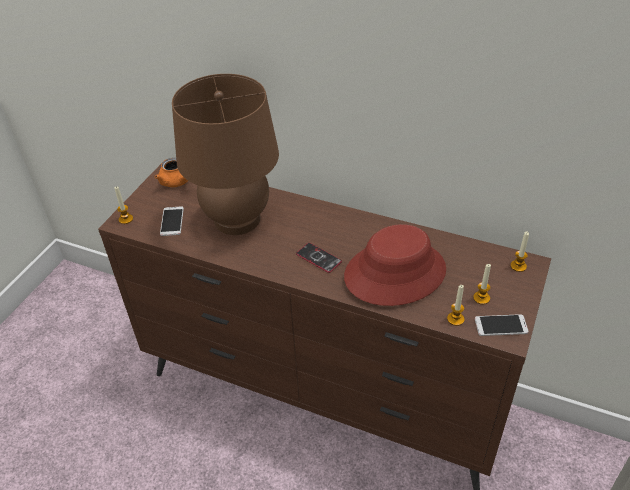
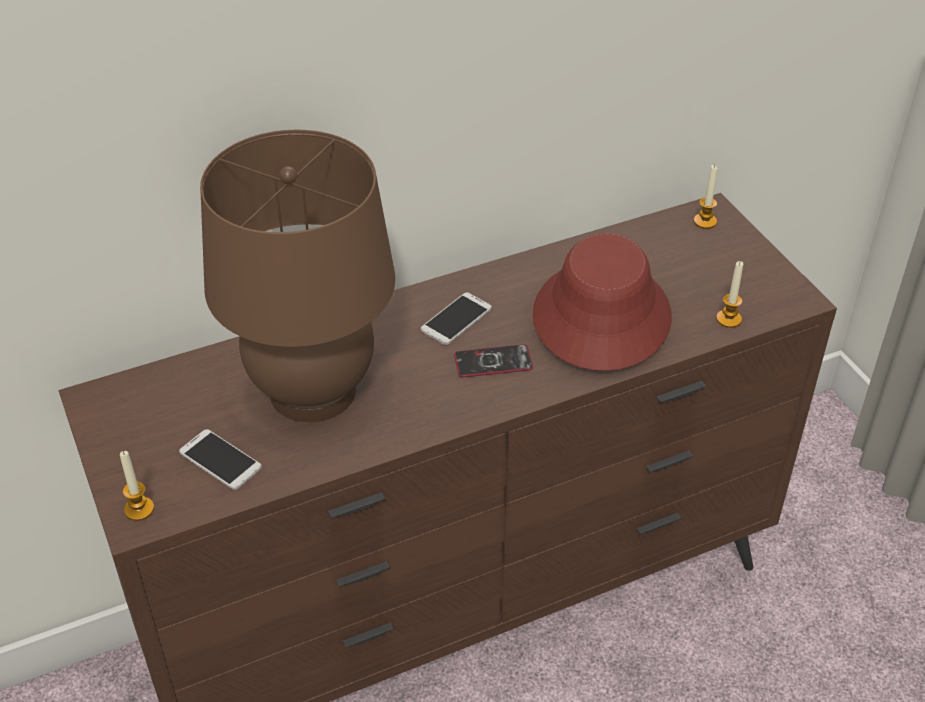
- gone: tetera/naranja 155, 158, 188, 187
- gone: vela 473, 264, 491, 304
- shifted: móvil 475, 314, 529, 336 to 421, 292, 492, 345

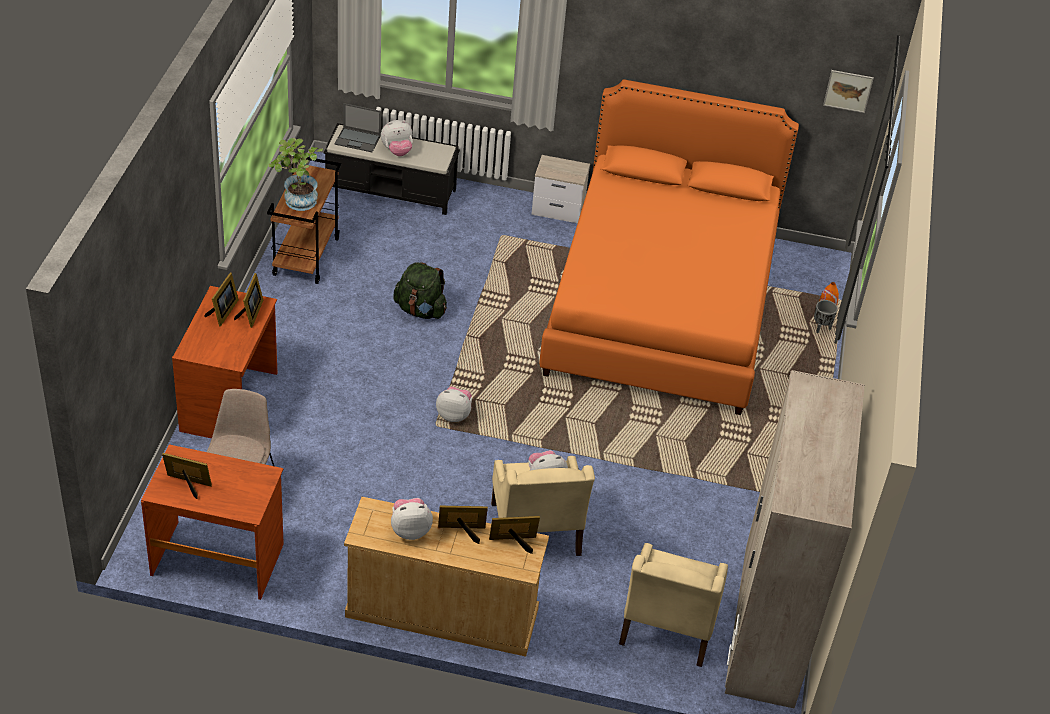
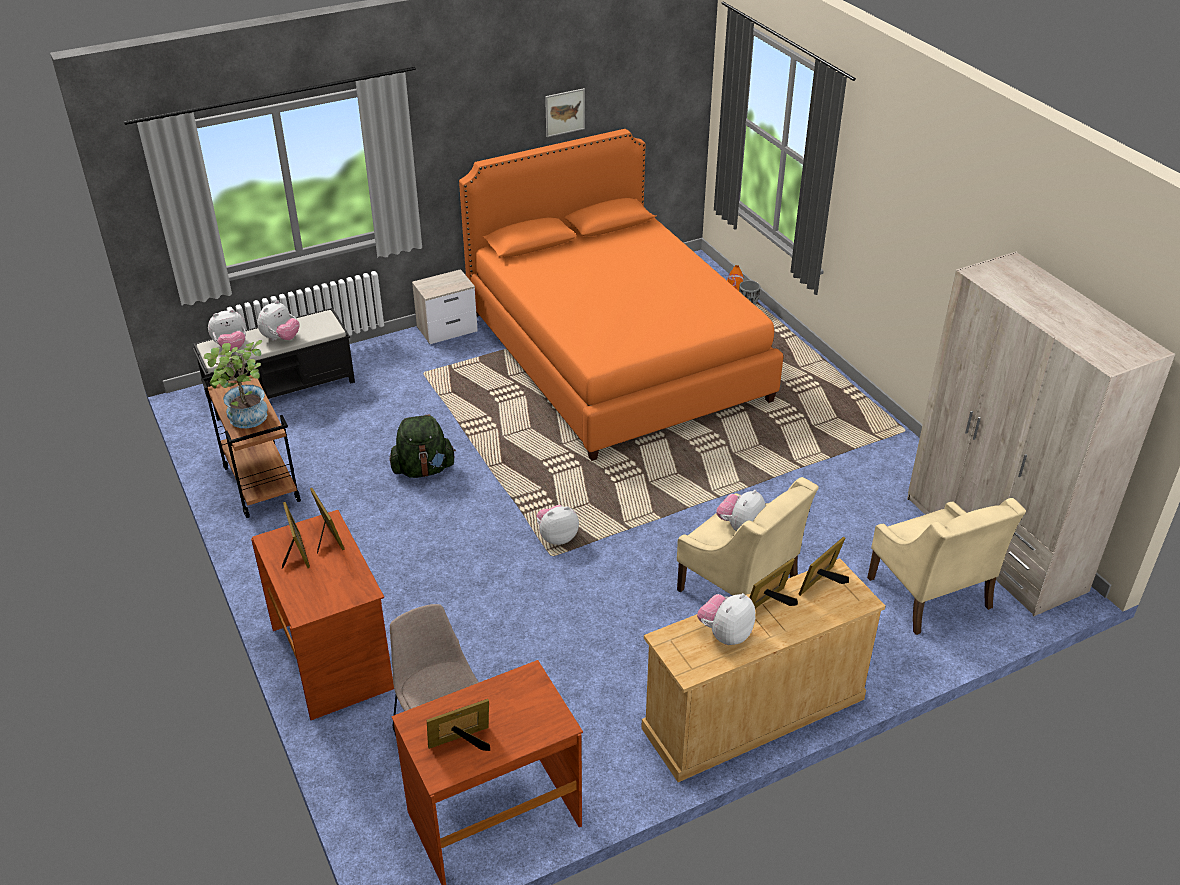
- shifted: cuadro 823, 70, 874, 113 to 545, 88, 585, 137
- swapped: portátil 334, 103, 381, 152 to peluche 208, 309, 246, 351

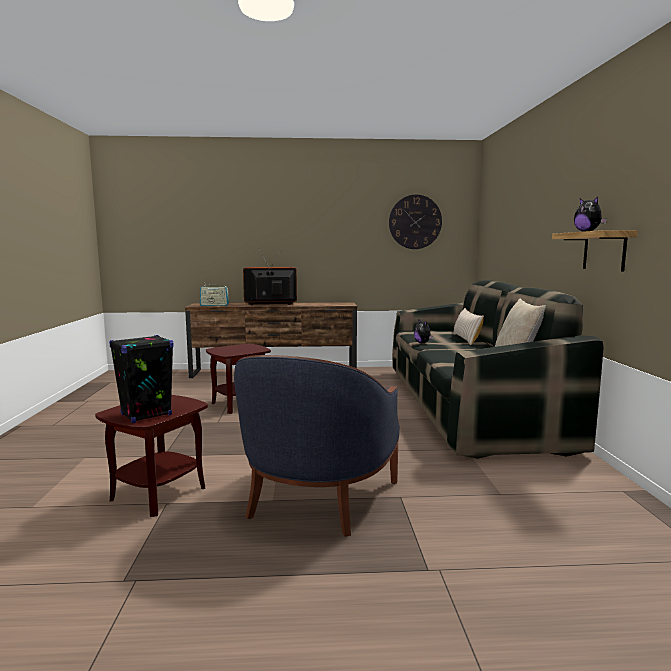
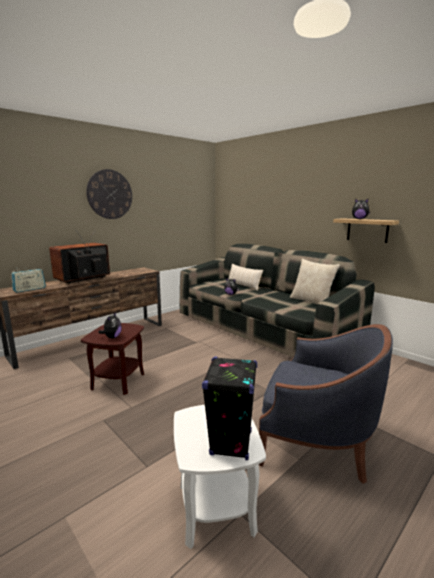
- new: peluche 98, 312, 122, 338
- shifted: reloj de pared 389, 195, 442, 249 to 86, 169, 132, 219
- repainted: mesa auxiliar/marrón 95, 395, 208, 517 to mesa auxiliar/blanco 174, 405, 266, 549
- rotated: sillón/azul 234, 355, 400, 537 = 259, 324, 393, 484 45 degrees counterclockwise

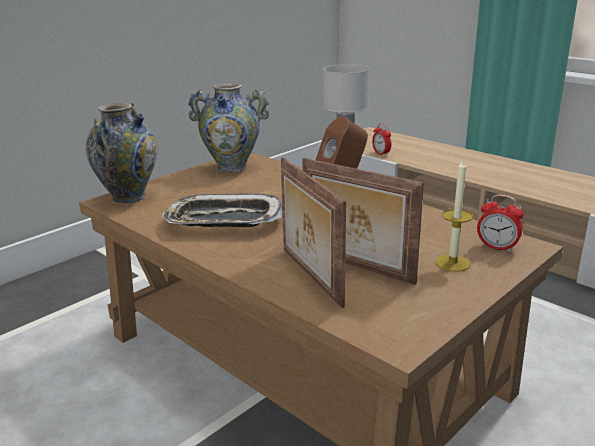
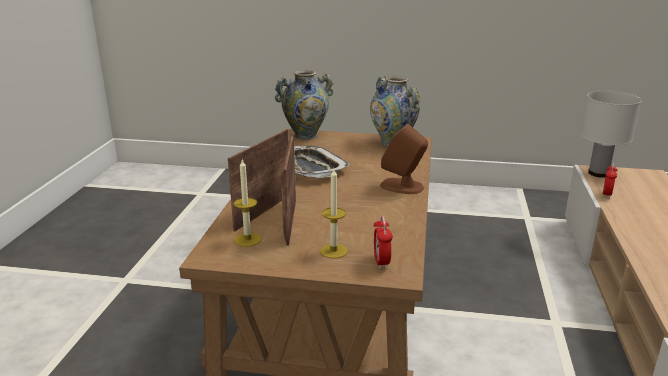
- new: vela 233, 160, 261, 247

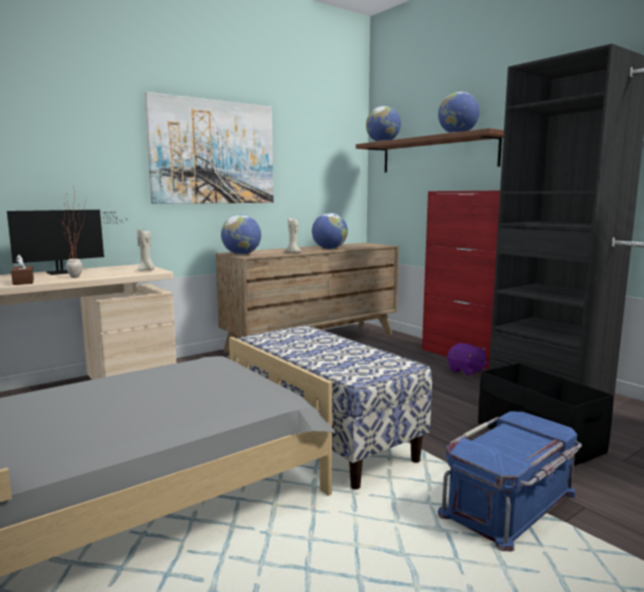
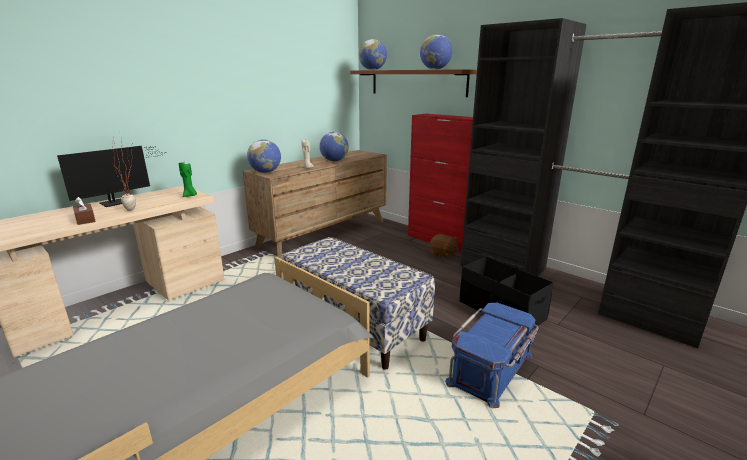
- gone: cuadro 144, 92, 273, 204
- repainted: vela/beis 137, 229, 155, 270 to vela/verde 179, 162, 197, 197
- repainted: peluche/morado 447, 343, 487, 376 to peluche/marrón 430, 234, 459, 259

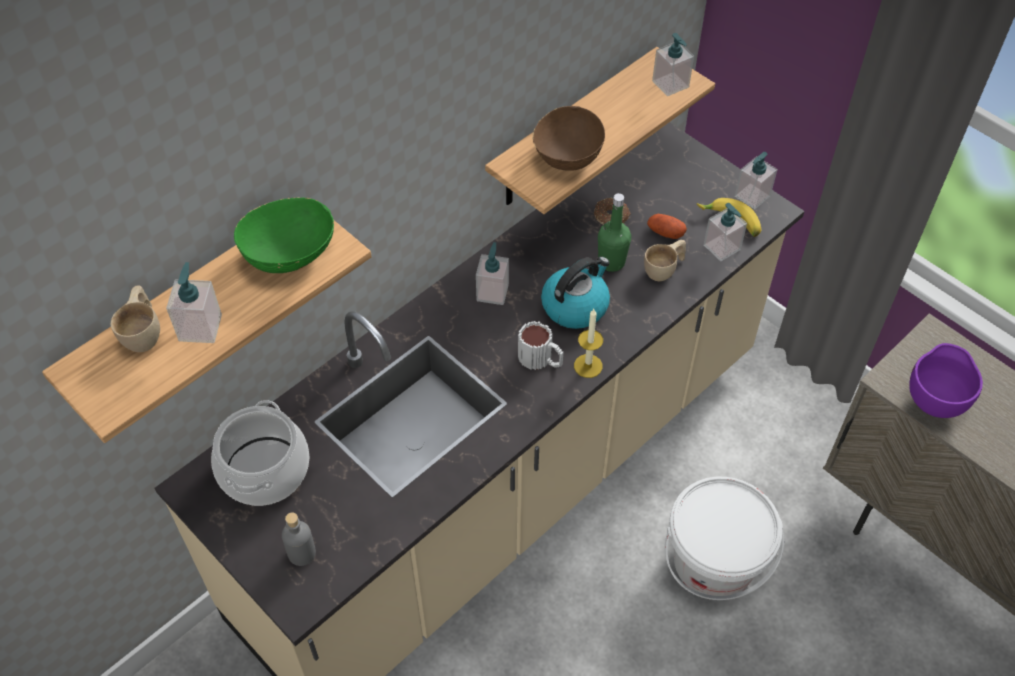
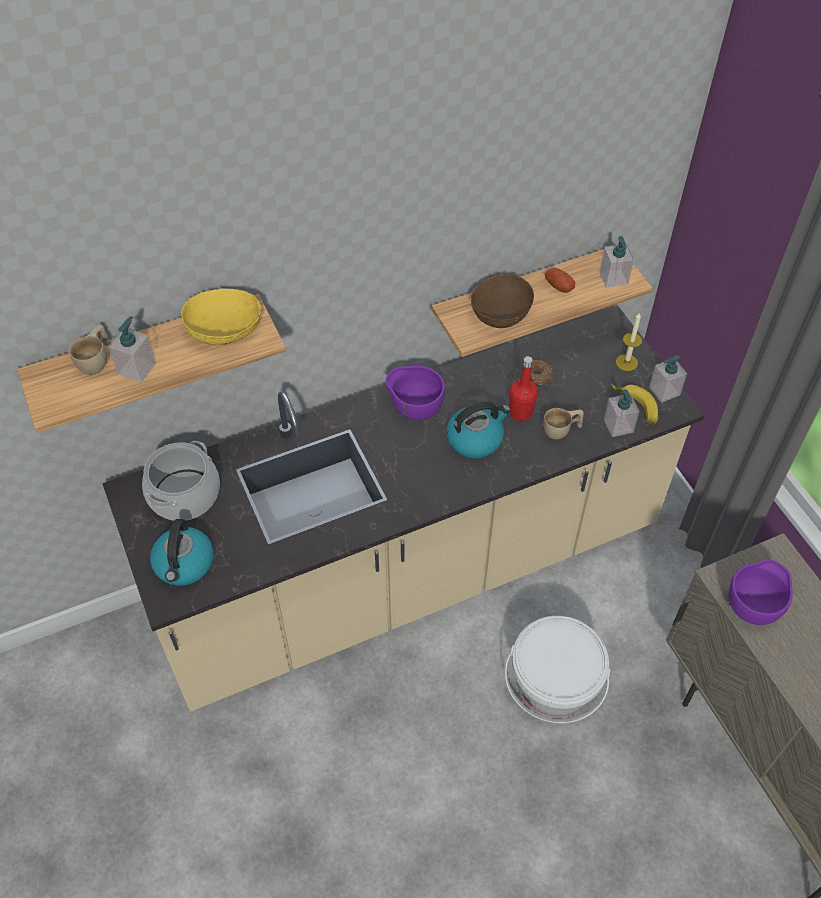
- gone: taza grande 518, 321, 563, 370
- shifted: vela 574, 309, 603, 378 to 616, 312, 642, 371
- shifted: patata 647, 214, 687, 239 to 545, 268, 575, 293
- swapped: botella/gris 282, 512, 316, 566 to hervidor 150, 519, 214, 586
- swapped: dispensador de jabón 476, 242, 509, 305 to cuenco/morado 385, 366, 445, 420
- repainted: cuenco/verde 234, 197, 334, 273 to cuenco/amarillo 181, 289, 261, 345
- repainted: botella/verde 598, 193, 631, 272 to botella/rojo 509, 356, 538, 421

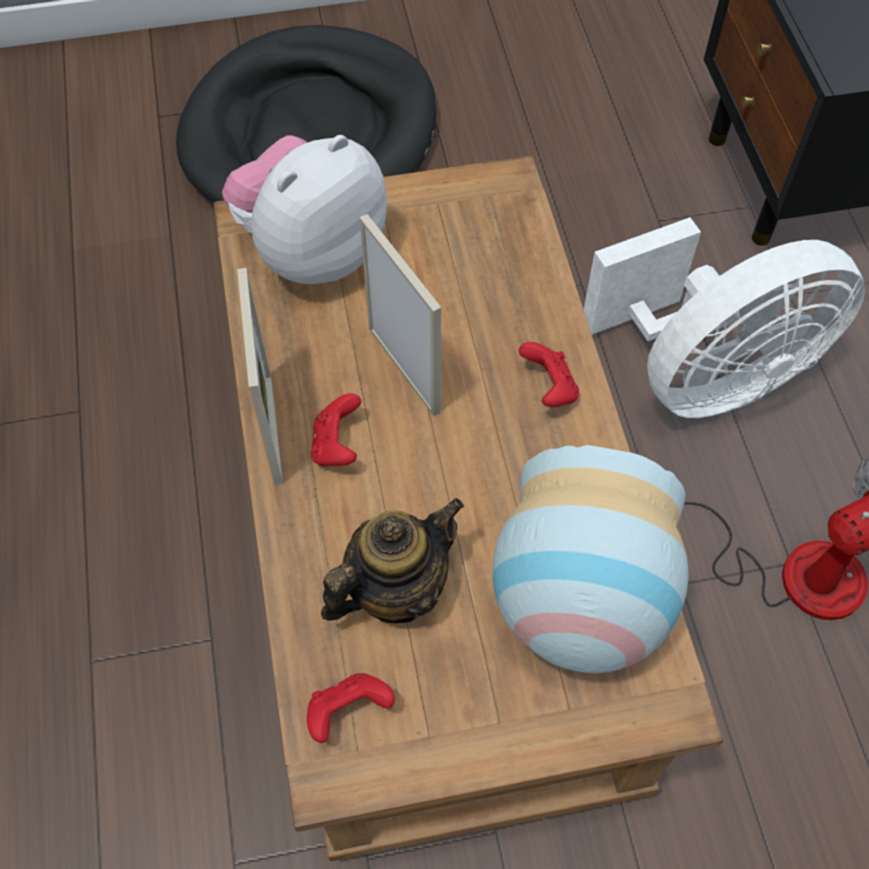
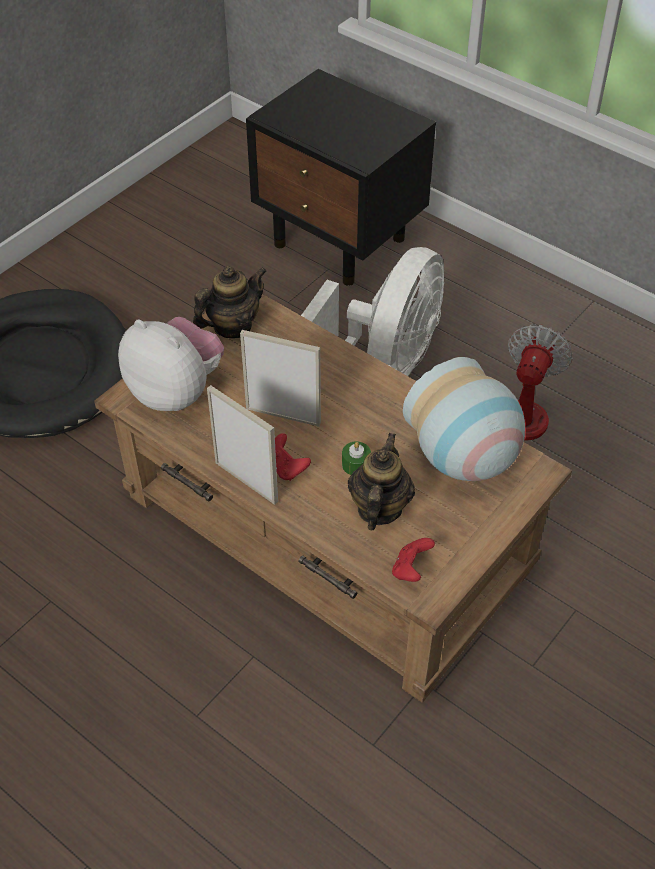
- gone: mando de consola/rojo 519, 342, 579, 407
- new: tetera 193, 266, 267, 338
- new: vela/verde 342, 441, 371, 475
- rotated: peluche 222, 135, 387, 284 = 118, 317, 224, 411 120 degrees clockwise

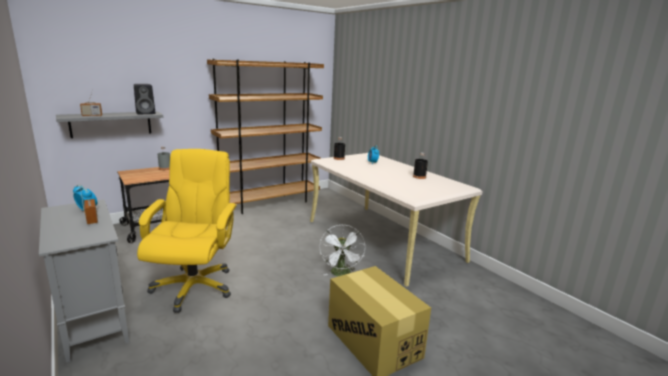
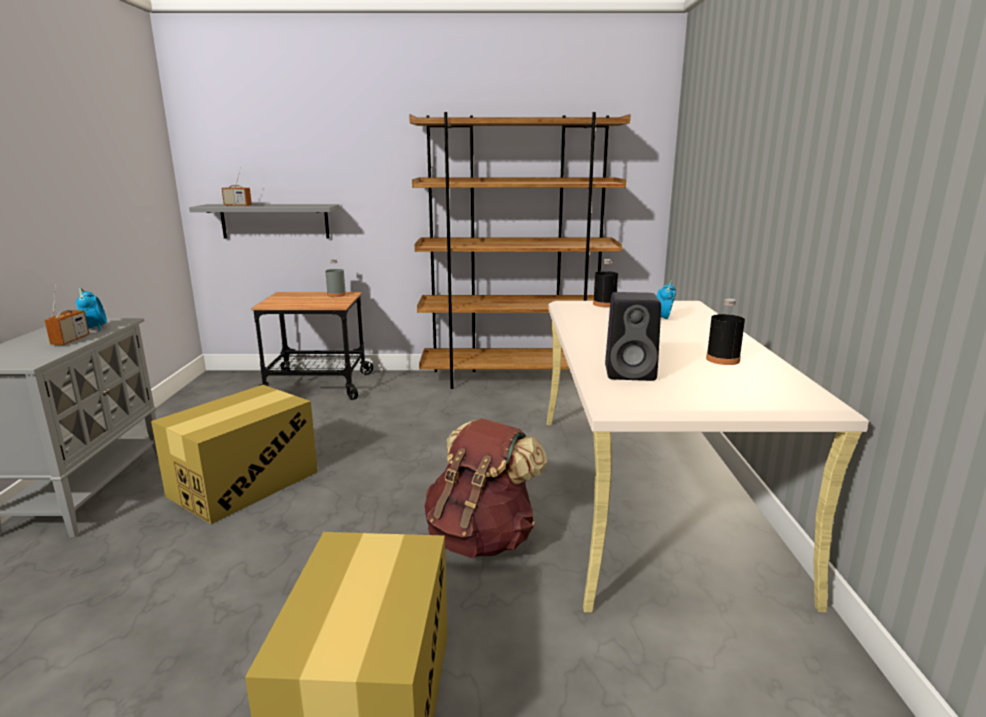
- shifted: altavoz/negro 134, 84, 155, 114 to 605, 292, 661, 381
- swapped: silla de oficina/amarillo 137, 149, 237, 313 to caja de cartón 151, 385, 318, 524
- swapped: ventilador/blanco 319, 224, 365, 276 to mochila/marrón 424, 418, 547, 558

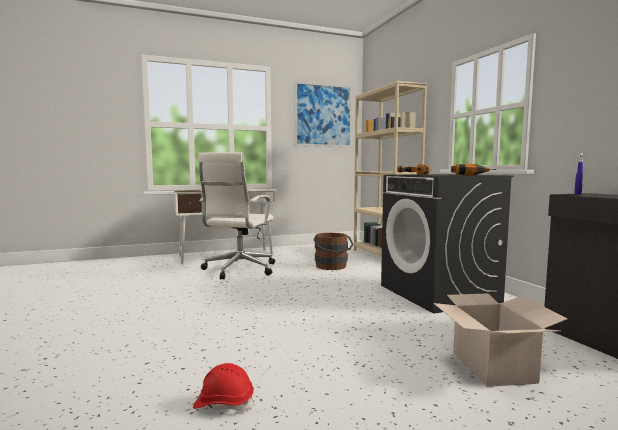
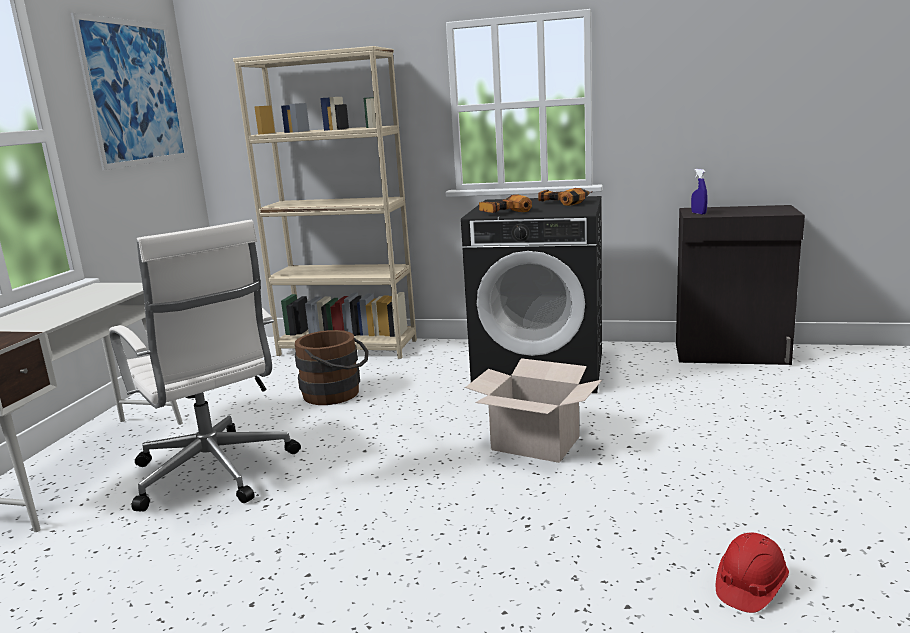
- shifted: caja de cartón 433, 293, 568, 387 to 465, 358, 602, 463

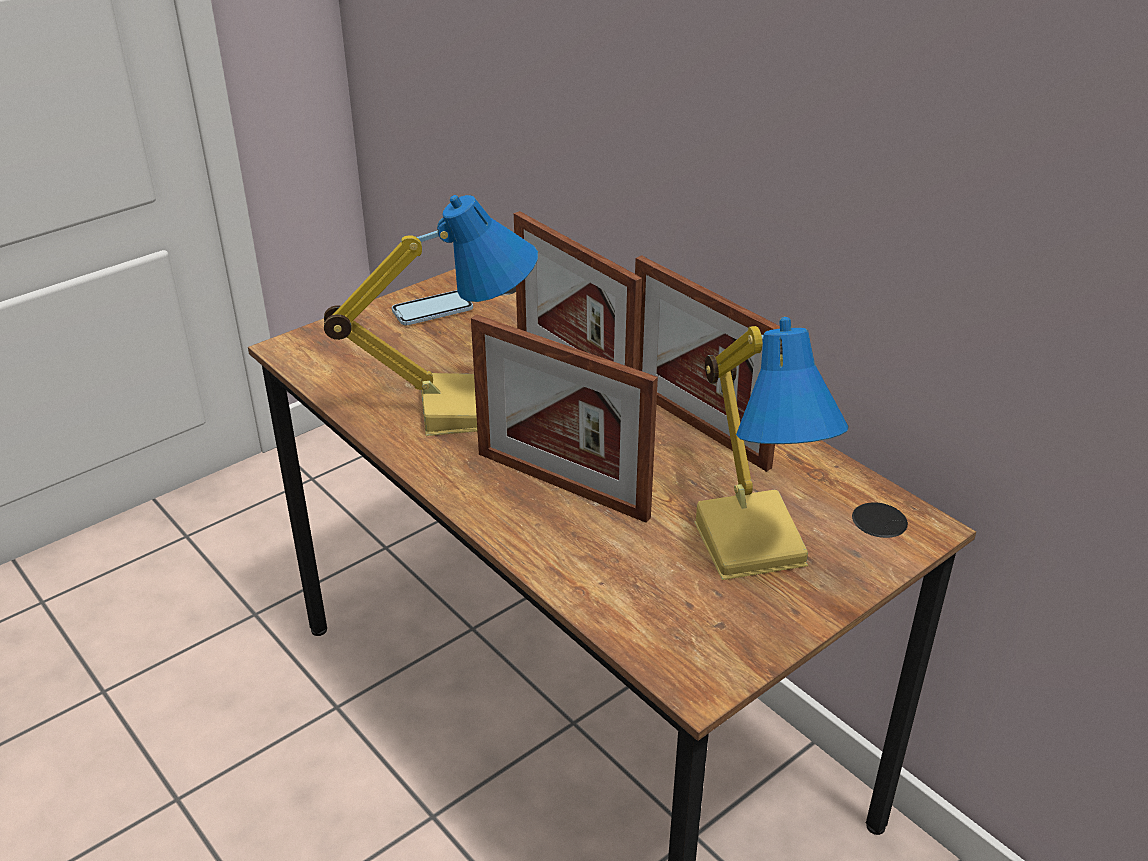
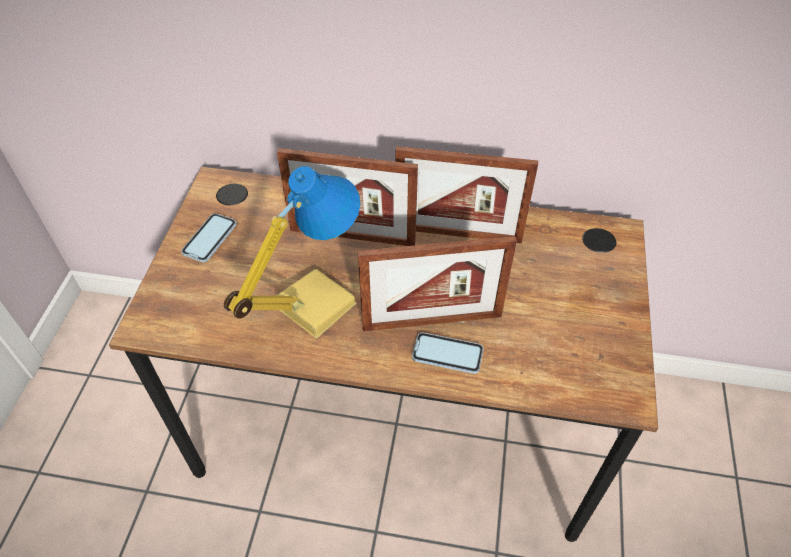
- gone: lámpara de mesa 694, 317, 849, 580
- new: móvil 412, 332, 484, 374

